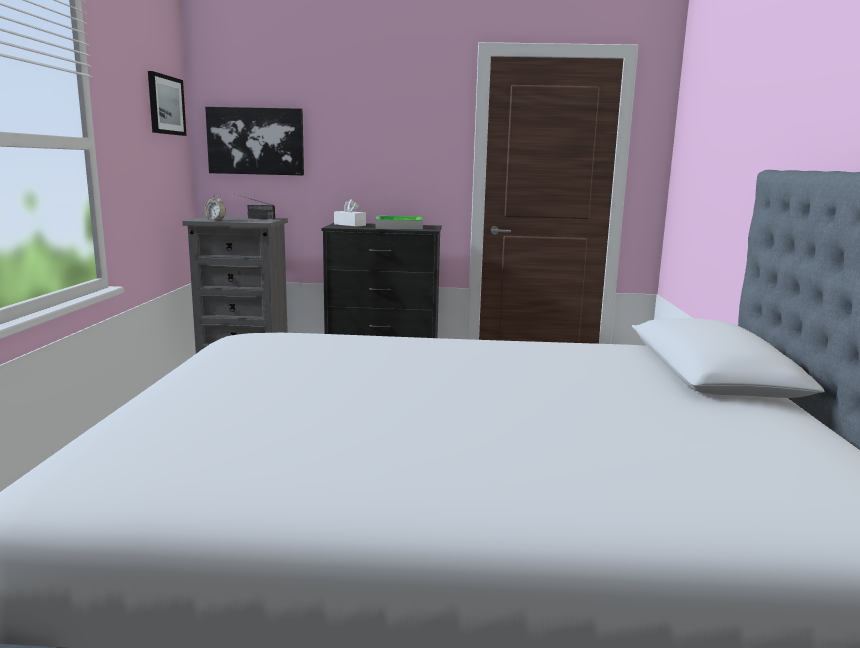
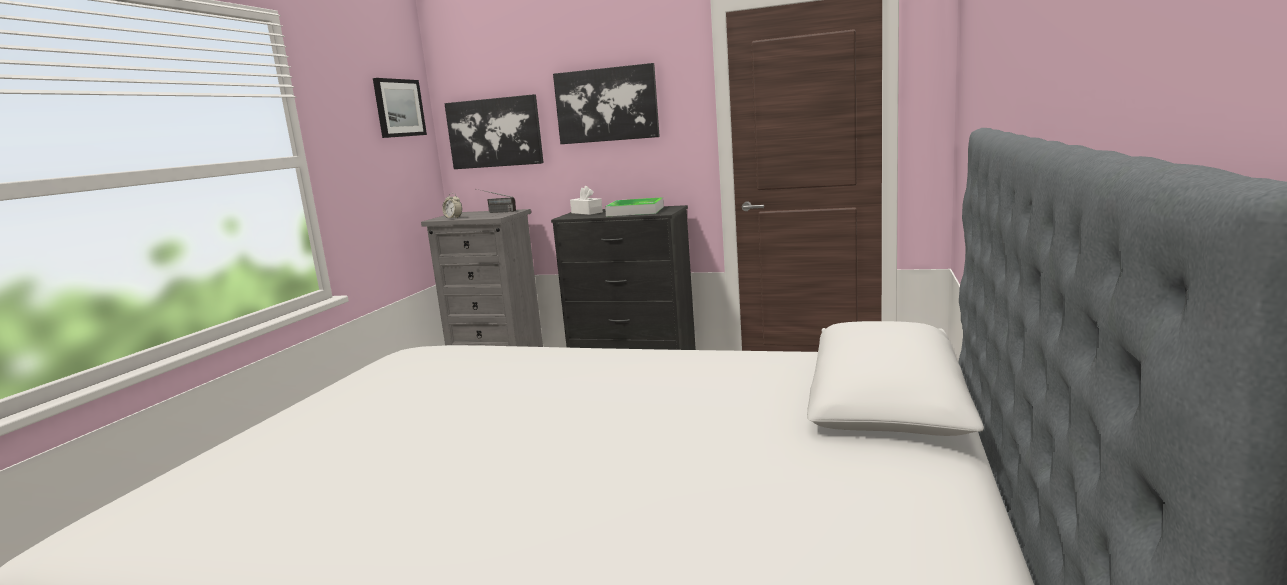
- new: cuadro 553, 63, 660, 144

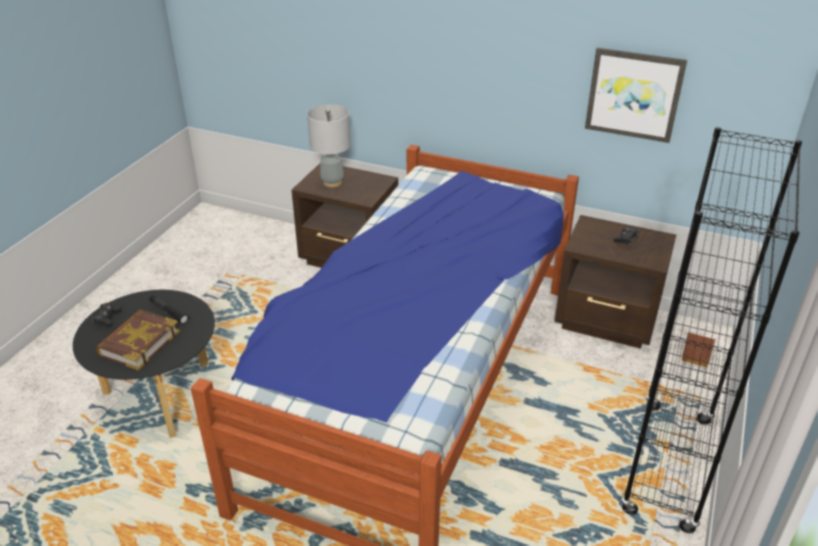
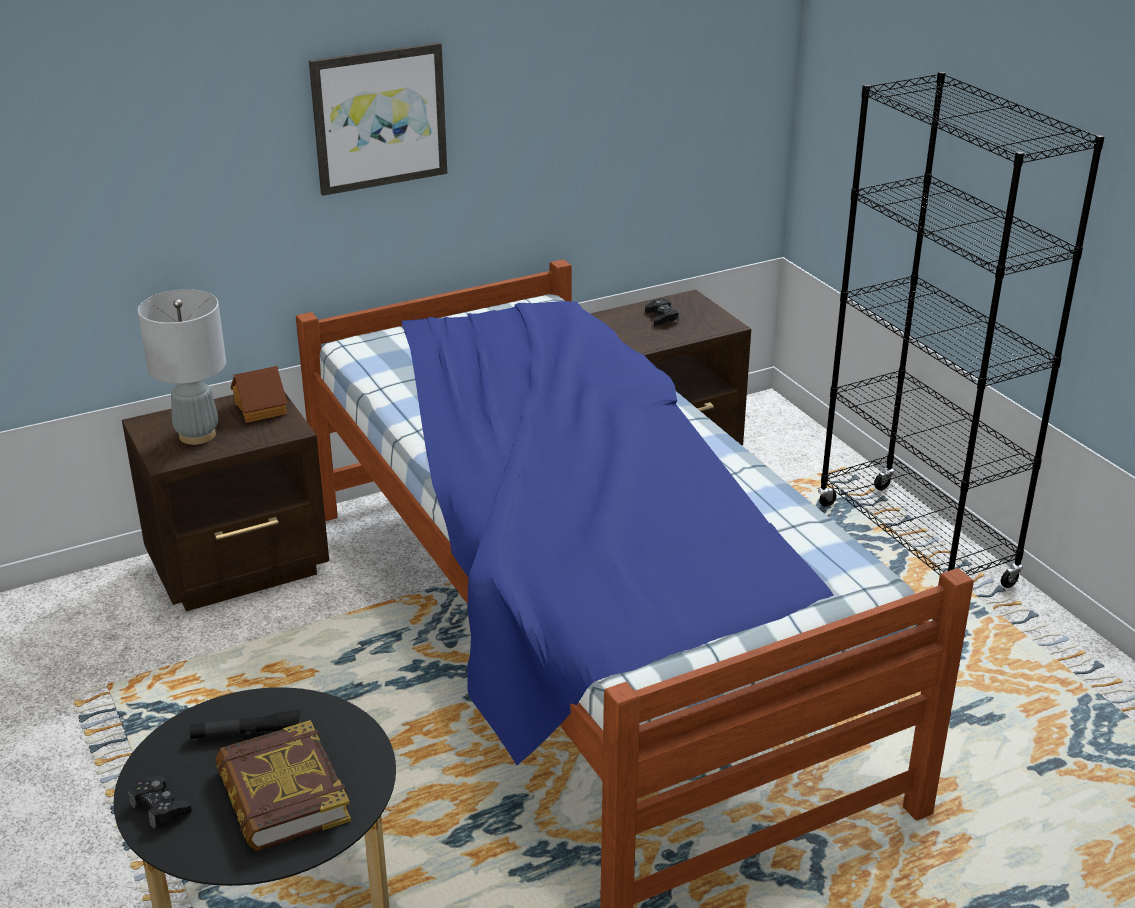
- shifted: cuadro 585, 48, 687, 143 to 309, 42, 447, 196
- shifted: casita 682, 332, 716, 367 to 230, 366, 288, 423

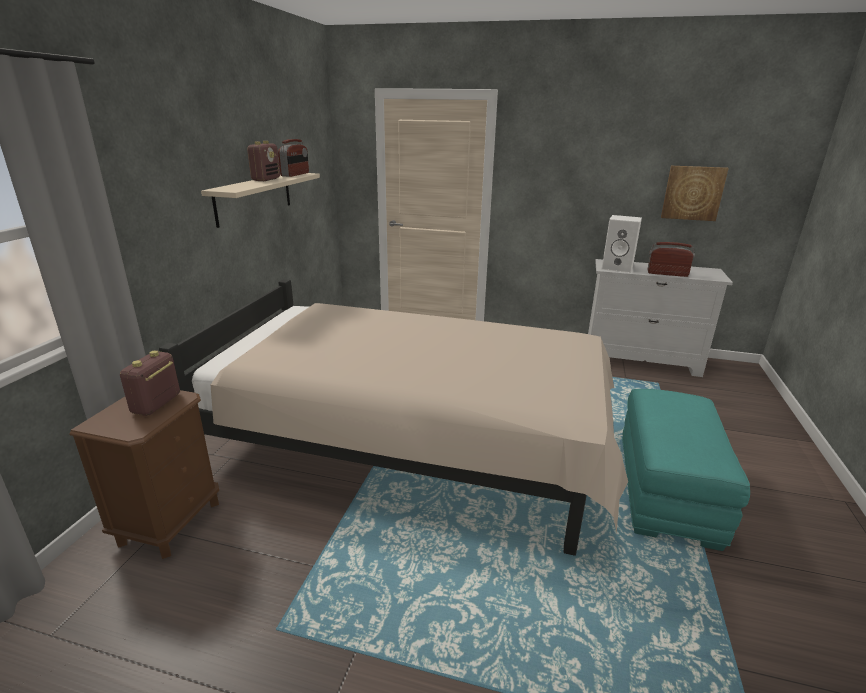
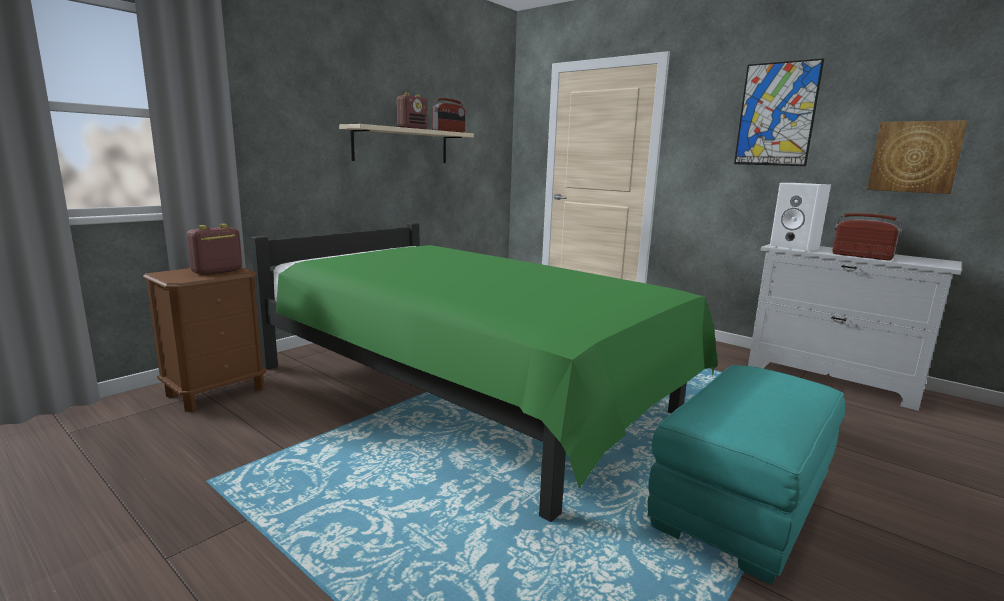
- new: cuadro 734, 58, 824, 166
- repainted: cama/beis 159, 279, 628, 556 to cama/verde 251, 223, 718, 522

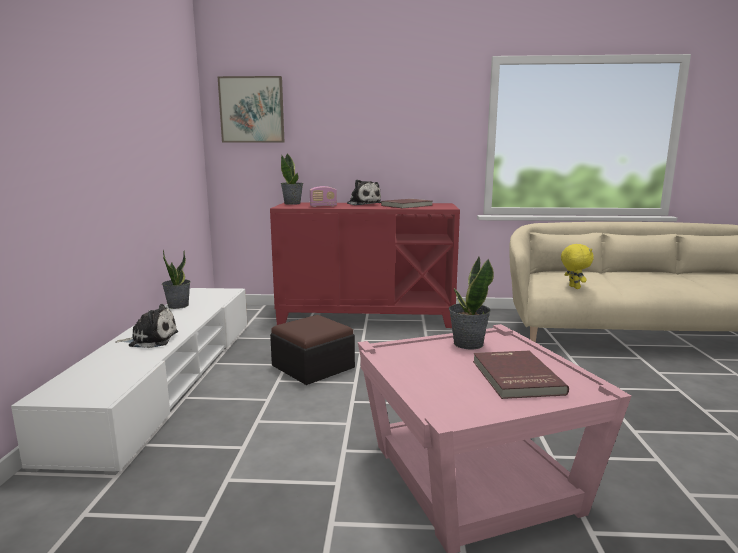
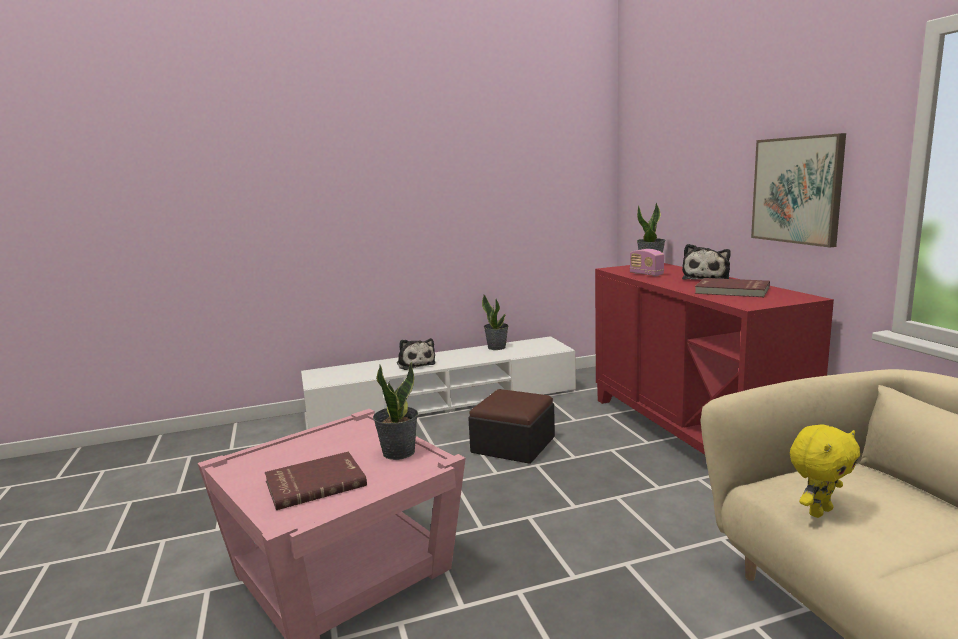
- shifted: cuadro 218, 76, 284, 143 to 751, 133, 846, 247

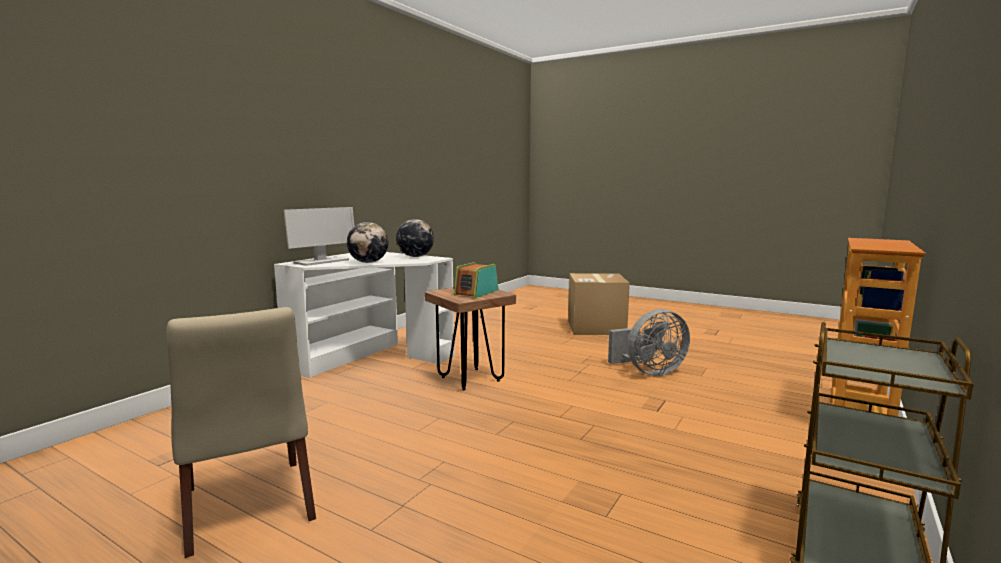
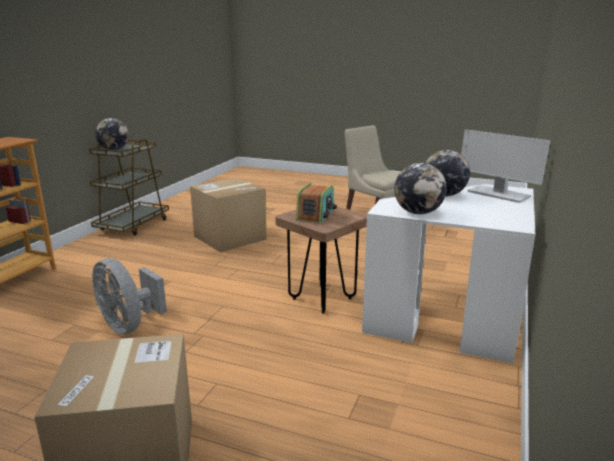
- new: globo terráqueo 95, 118, 129, 150
- new: caja de cartón 190, 178, 267, 252
- rotated: monitor 284, 207, 354, 266 = 461, 129, 550, 203 75 degrees counterclockwise
- rotated: ventilador/gris 608, 309, 690, 376 = 92, 258, 167, 335 105 degrees counterclockwise

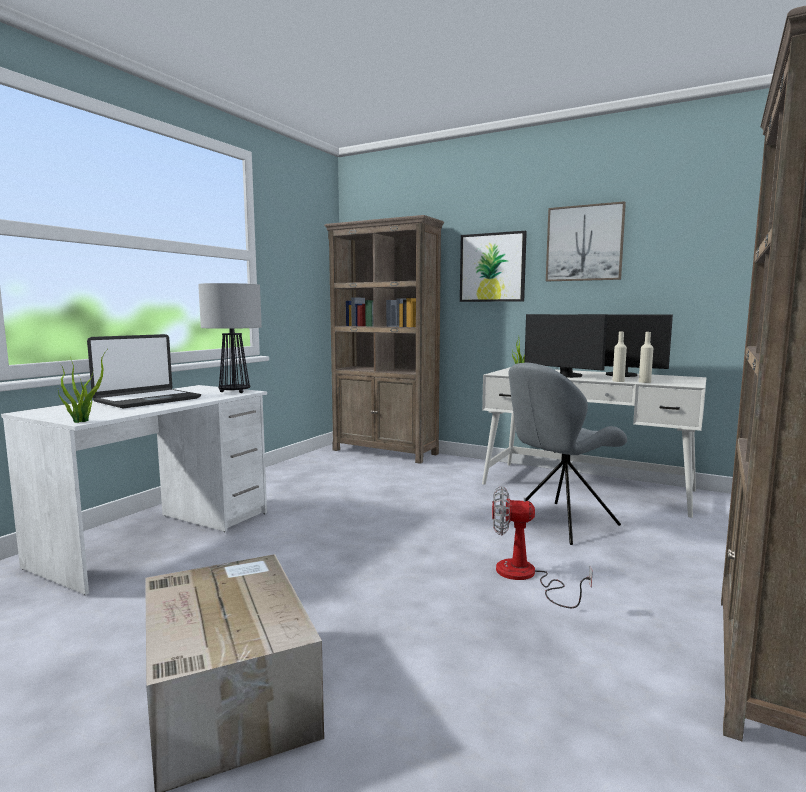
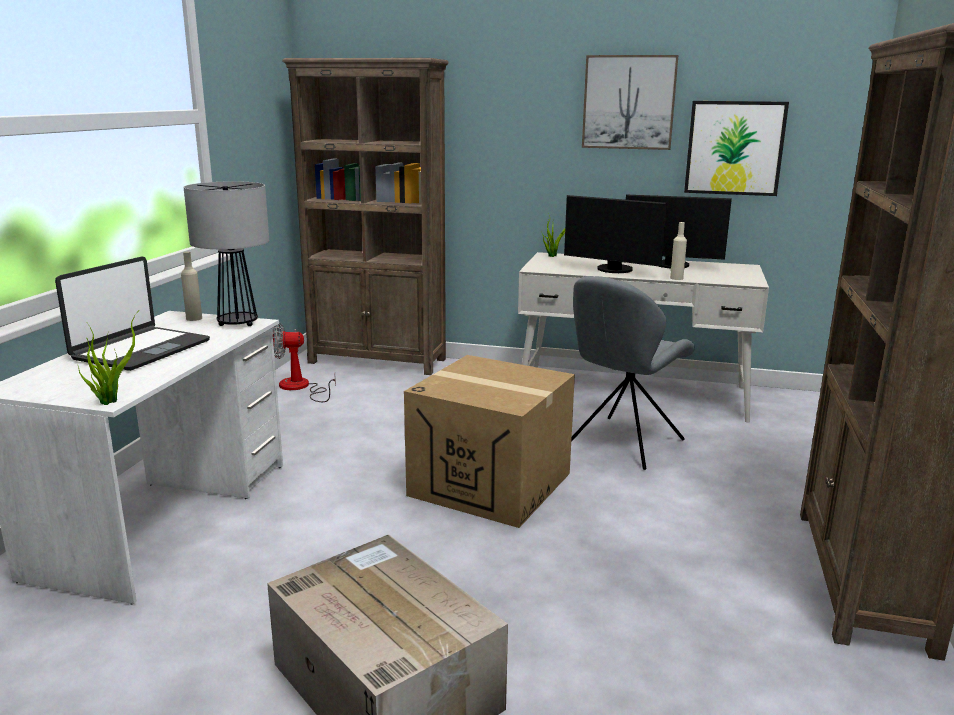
- new: caja de cartón 404, 355, 575, 528
- shifted: cuadro 460, 231, 527, 302 to 684, 101, 789, 196
- shifted: ventilador 492, 486, 593, 608 to 272, 323, 336, 402
- shifted: botella/beis 639, 332, 653, 383 to 181, 251, 202, 321

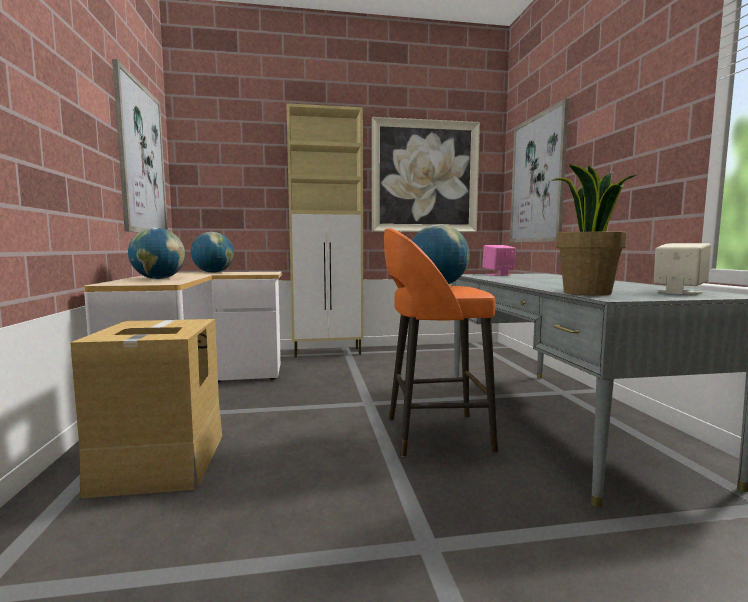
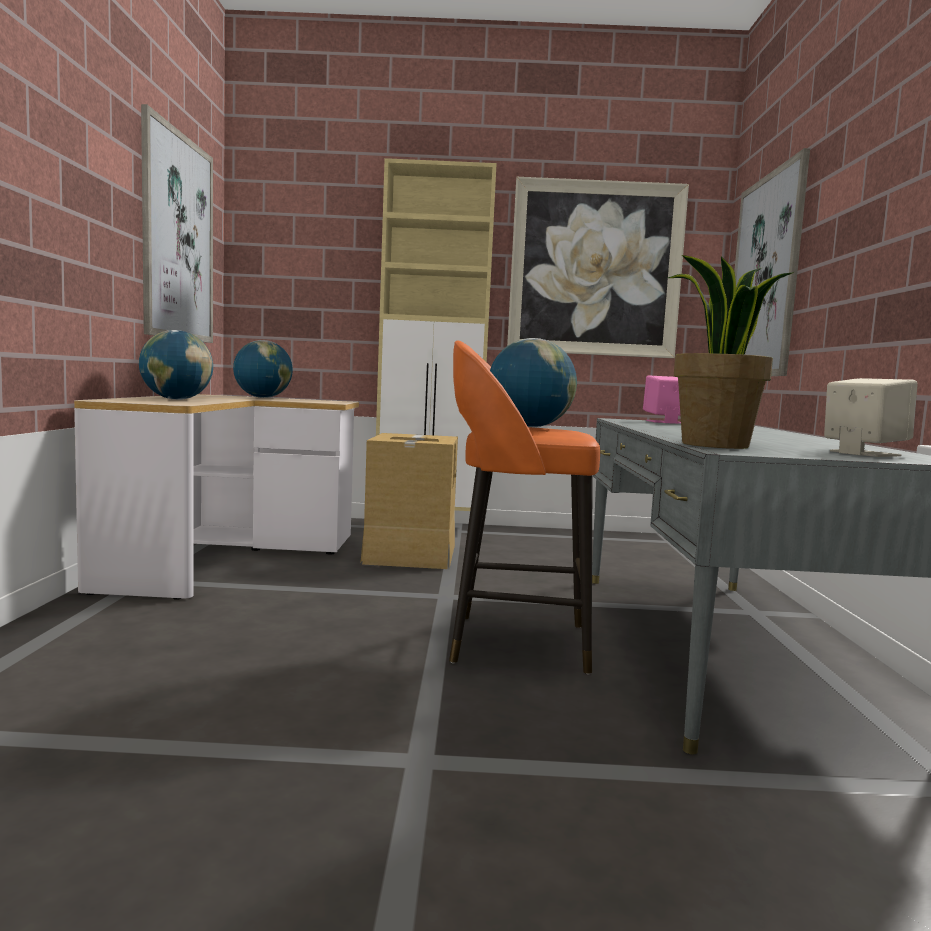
- shifted: caja de cartón 70, 319, 222, 498 to 360, 433, 458, 569

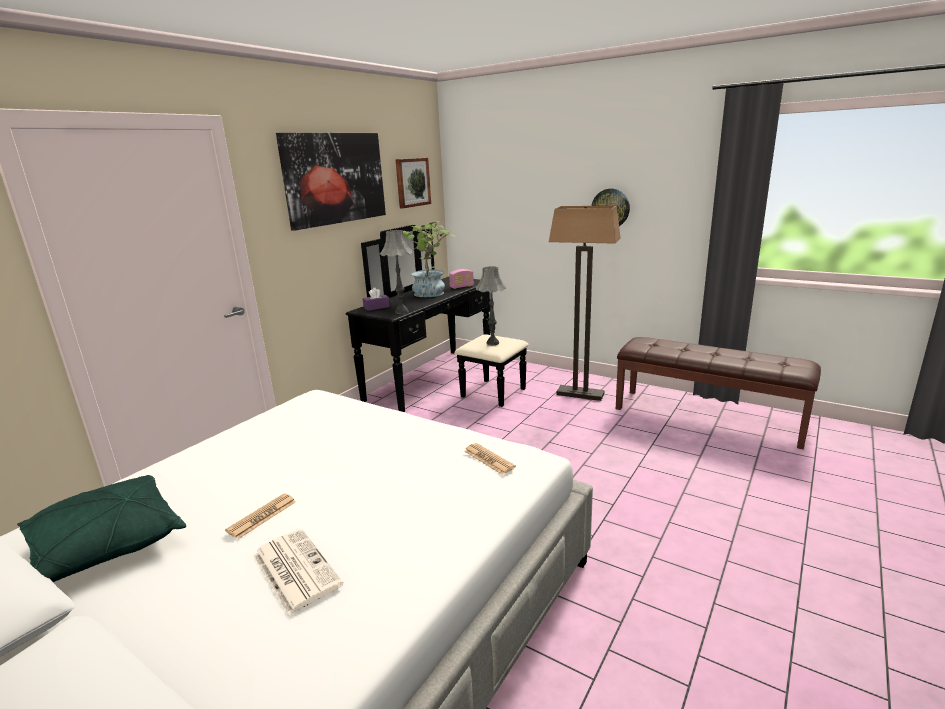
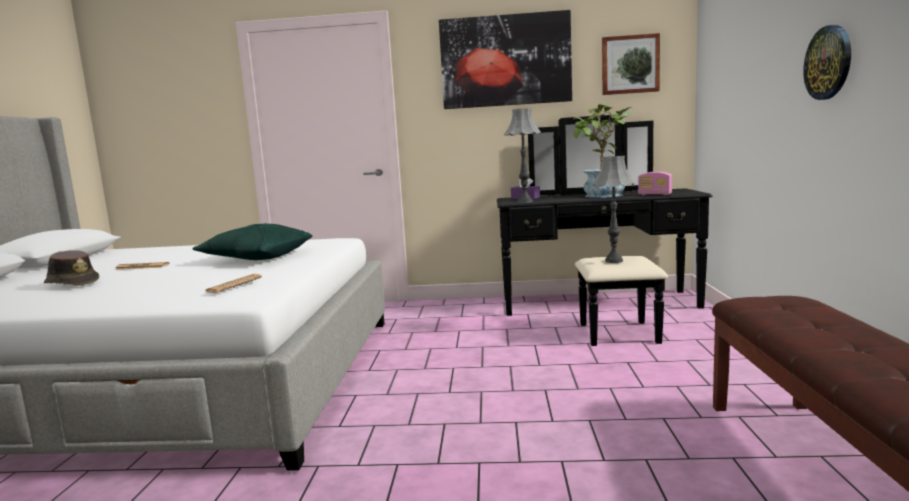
- gone: lámpara de pie 549, 206, 621, 401
- shifted: cojín/verde 17, 475, 186, 582 to 193, 223, 312, 260
- swapped: periódico 253, 529, 343, 616 to sombrero/marrón 44, 250, 99, 286

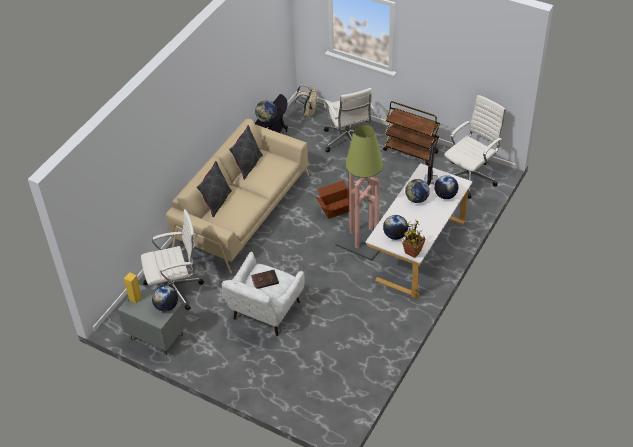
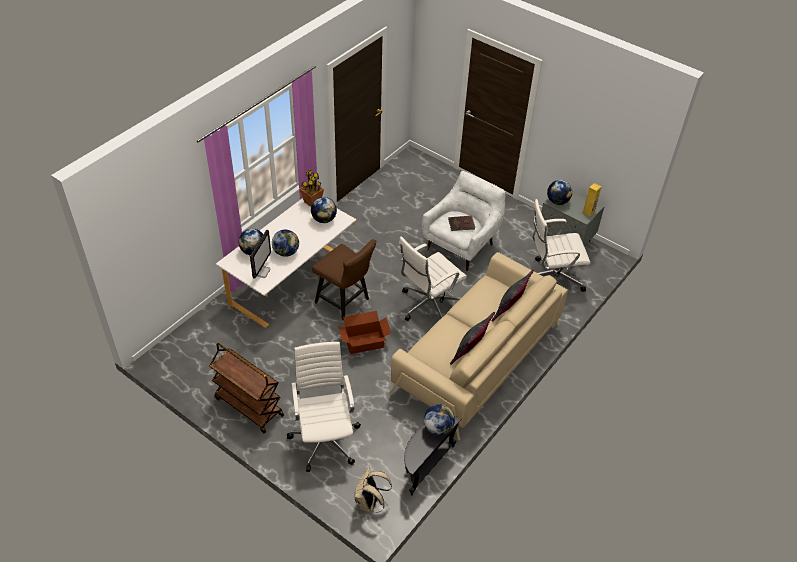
- shifted: silla de oficina/blanco 444, 95, 505, 199 to 399, 236, 467, 321
- swapped: lámpara de pie 335, 124, 383, 261 to silla/marrón 312, 239, 377, 320

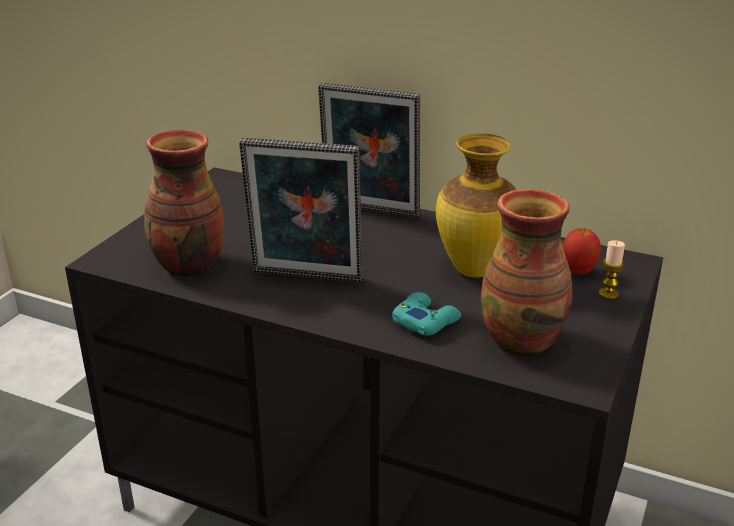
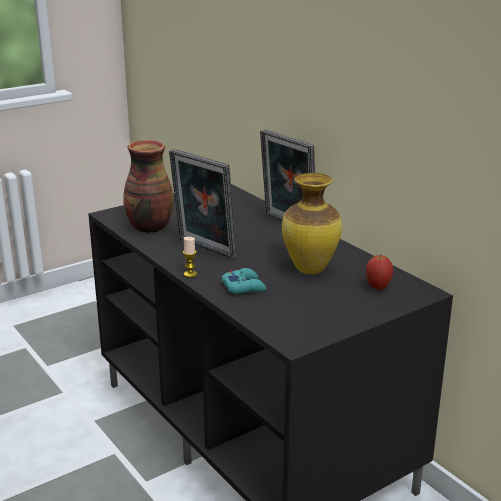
- gone: florero 481, 189, 572, 357
- shifted: vela 599, 240, 625, 299 to 183, 237, 197, 278

